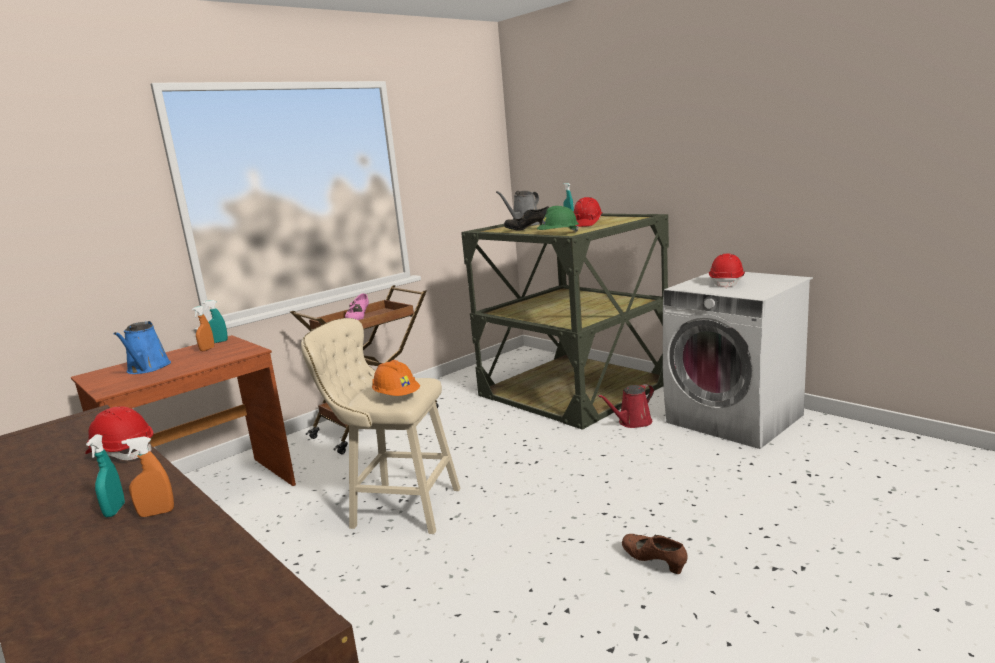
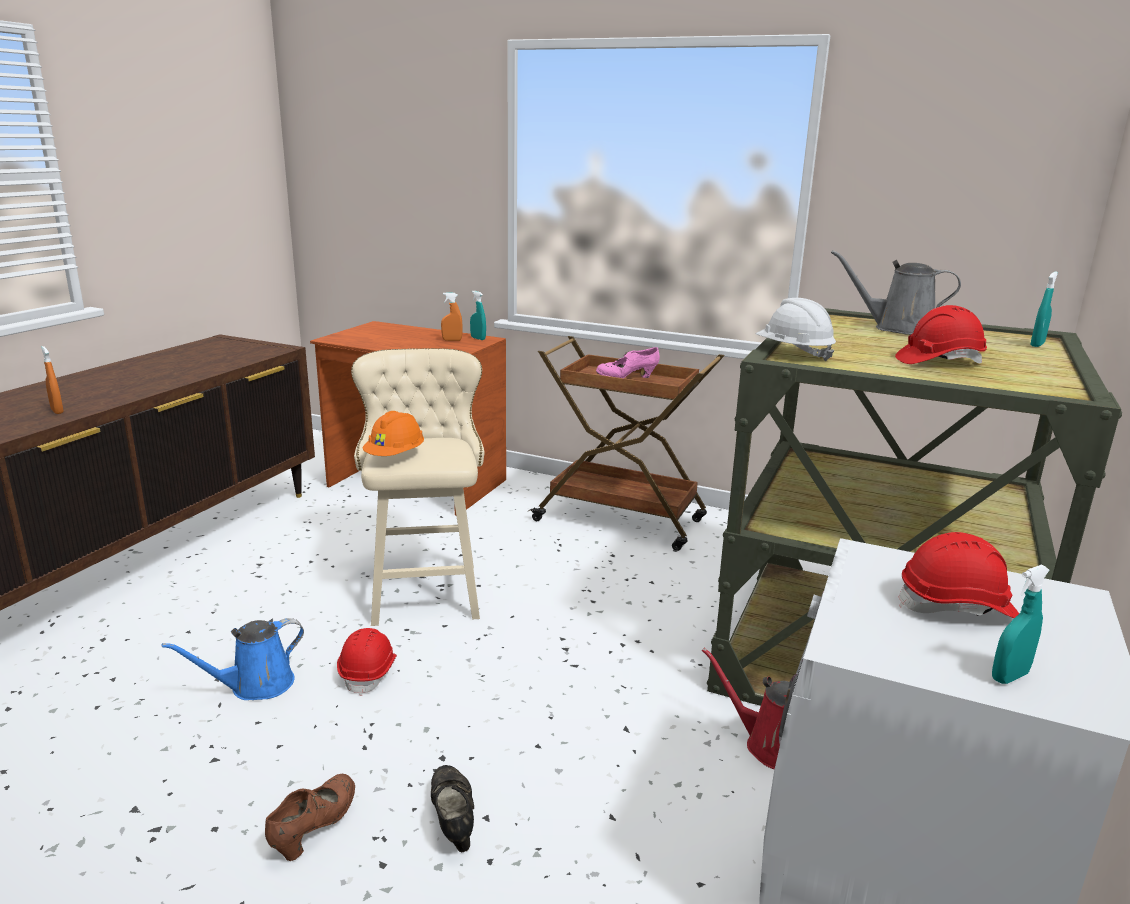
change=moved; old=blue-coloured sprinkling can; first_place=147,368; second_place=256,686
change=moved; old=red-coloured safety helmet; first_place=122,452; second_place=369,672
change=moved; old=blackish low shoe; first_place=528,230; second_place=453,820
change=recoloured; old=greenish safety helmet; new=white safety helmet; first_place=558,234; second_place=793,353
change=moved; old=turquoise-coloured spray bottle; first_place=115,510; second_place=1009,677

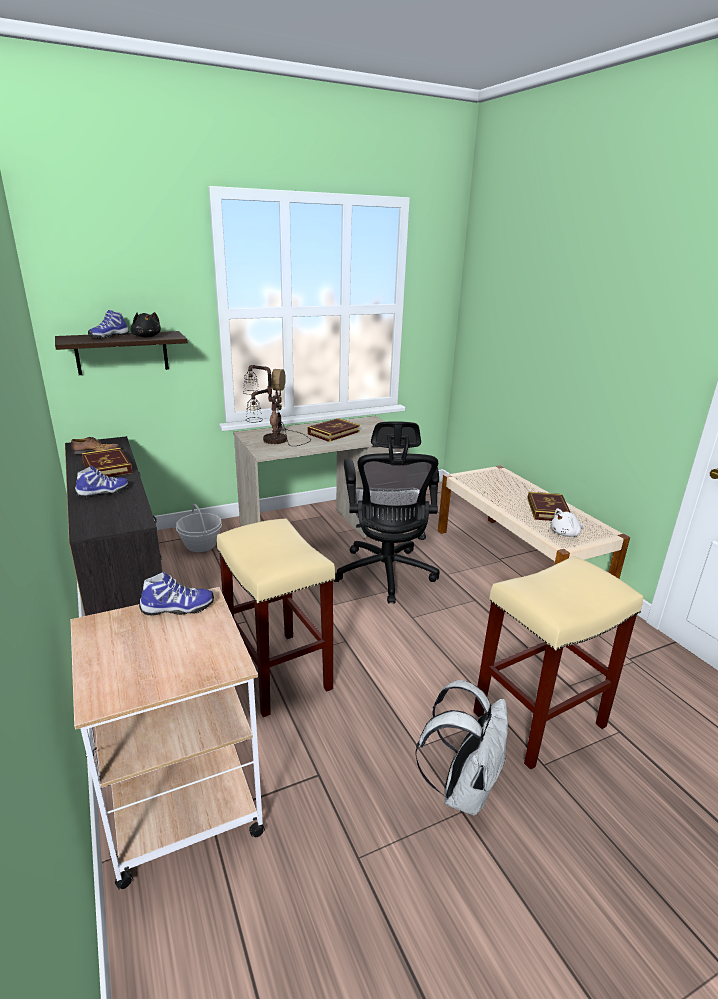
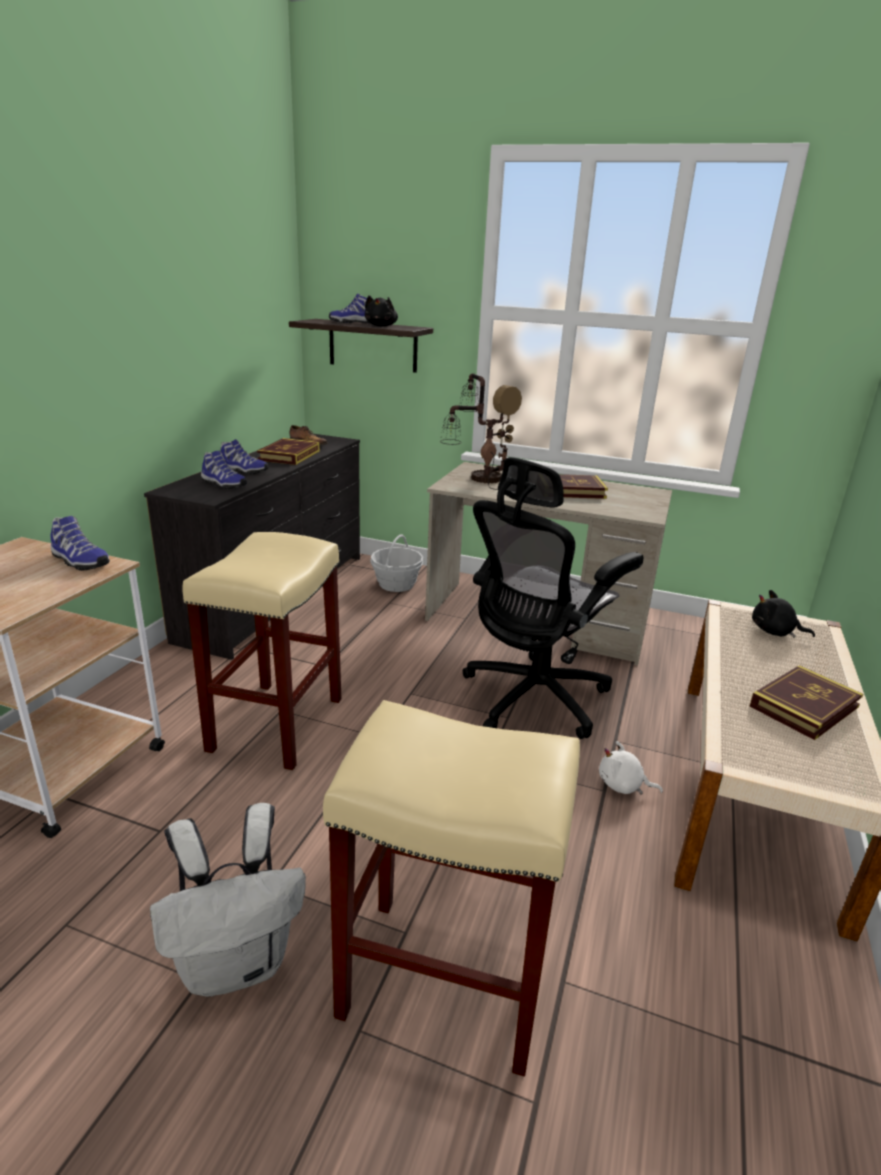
change=added; new=low shoe; second_place=222,484
change=moved; old=white cuddly toy; first_place=566,534; second_place=623,786
change=added; new=blackish cuddly toy; second_place=775,632

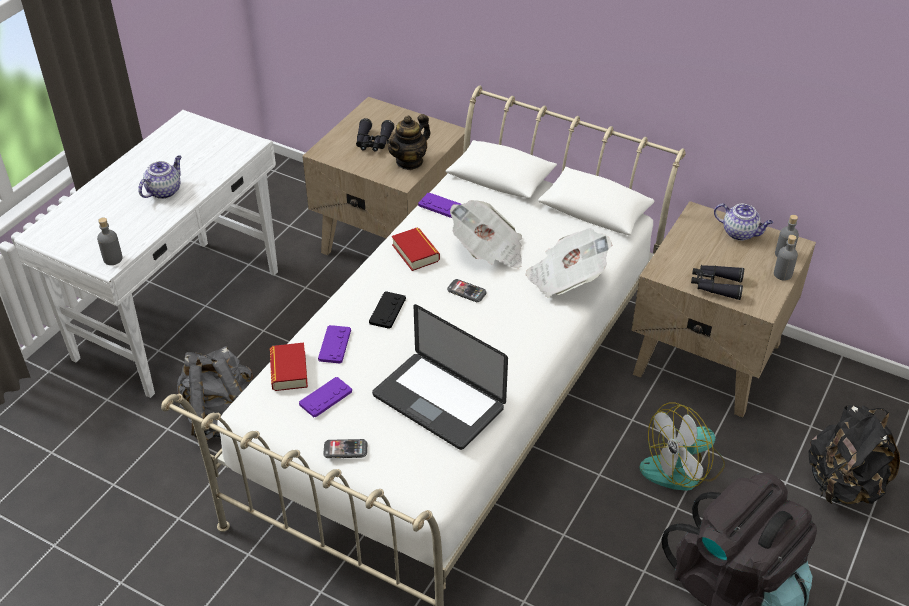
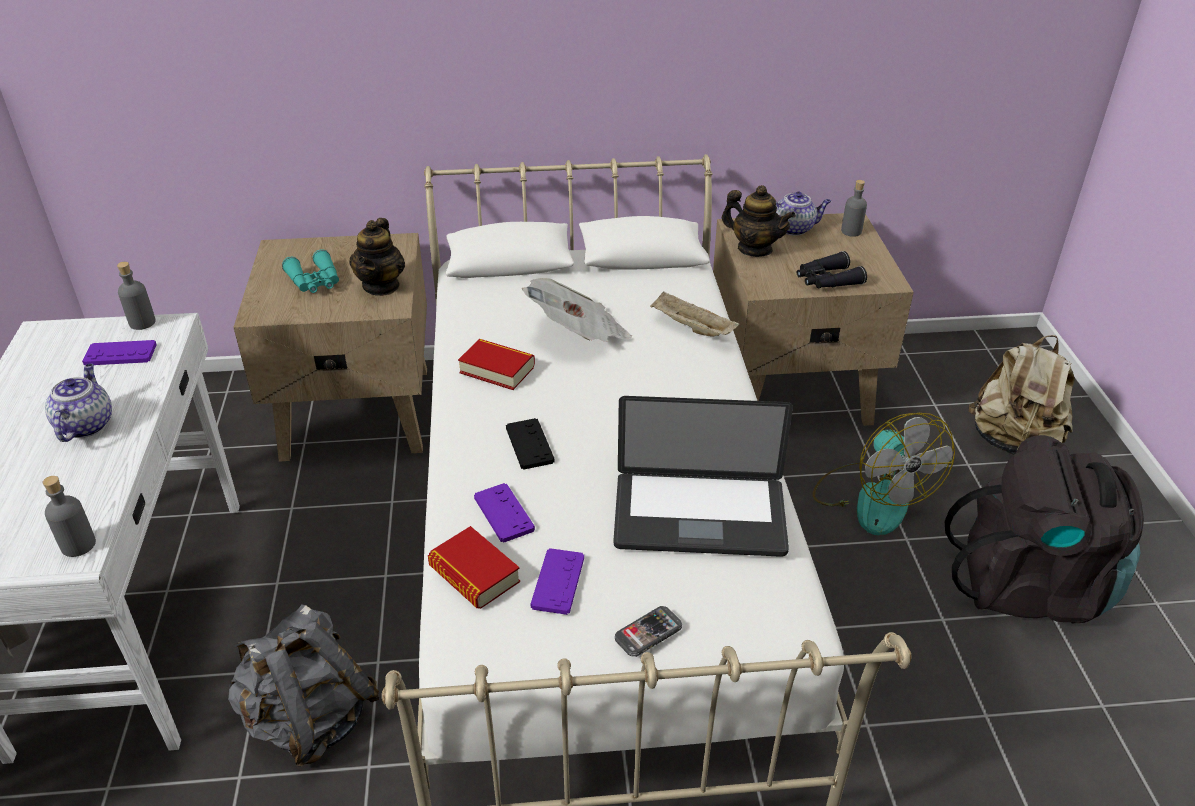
change=moved; old=purple-coloured gamepad; first_place=441,206; second_place=120,354
change=moved; old=grey beverage bottle; first_place=782,274; second_place=142,322
change=recoloured; old=blackish pair of binoculars; new=turquoise-coloured pair of binoculars; first_place=373,142; second_place=315,282
change=replaced; old=printed paper; new=sand-coloured carrying tray; first_place=566,278; second_place=691,328
change=added; new=pot for tea; second_place=754,249
change=turned; old=cooling fan; first_place=683,467; second_place=872,497; degrees=-45
change=recoloured; old=blackish rucksack; new=sand-coloured rucksack; first_place=843,485; second_place=1013,443
change=removed; old=telephone; first_place=466,291

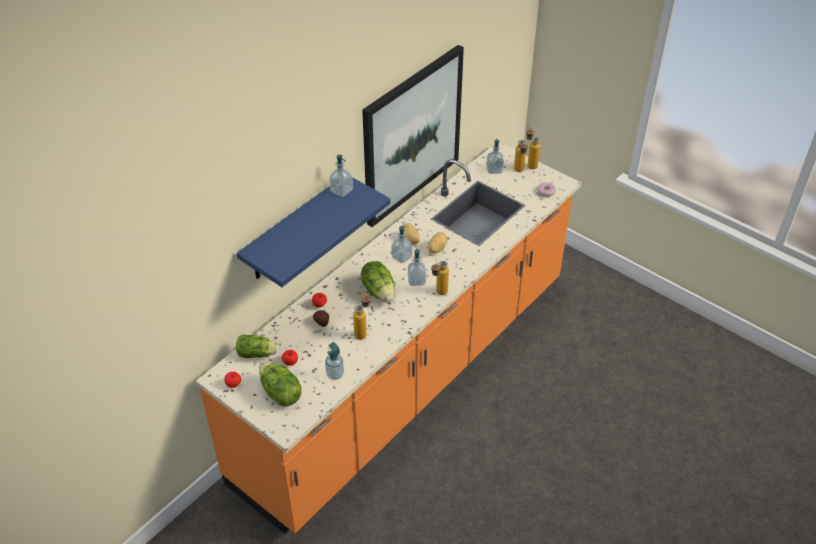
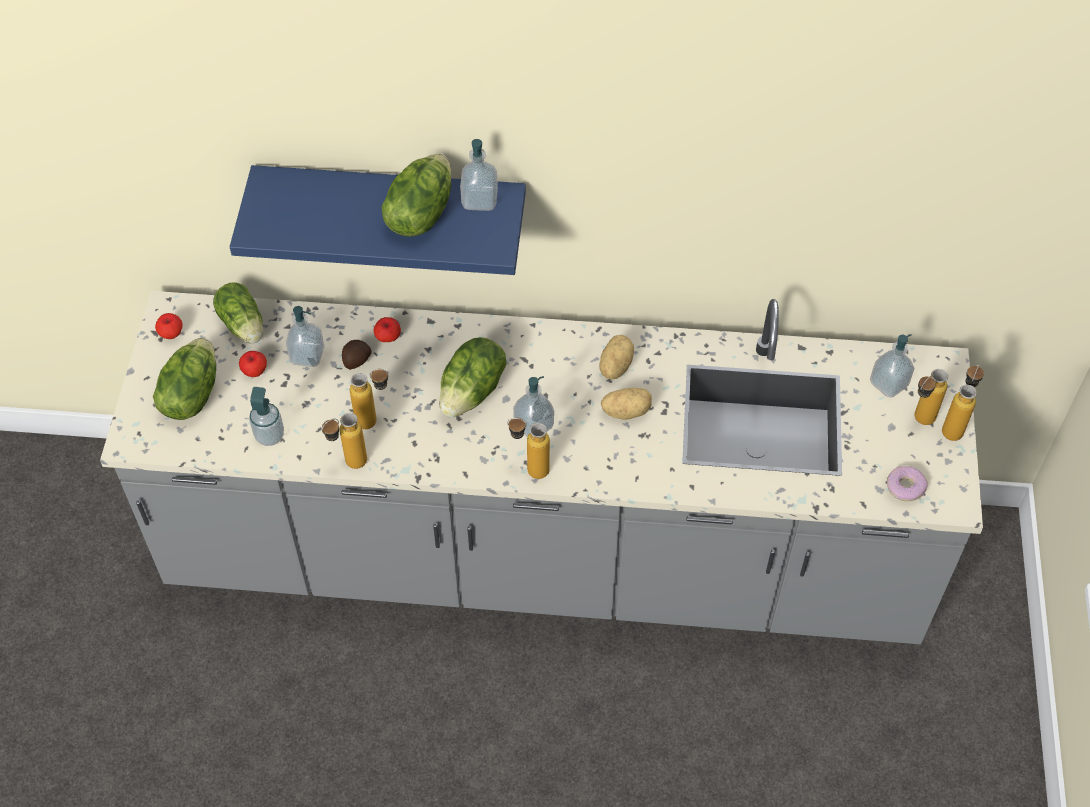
change=recoloured; old=orange kitchen counter; new=grey kitchen counter; first_place=408,378; second_place=545,558
change=moved; old=liquid soap bottle; first_place=401,257; second_place=307,355
change=added; new=beverage bottle; second_place=348,465
change=added; new=lettuce head; second_place=419,214
change=removed; old=wall art; first_place=412,135

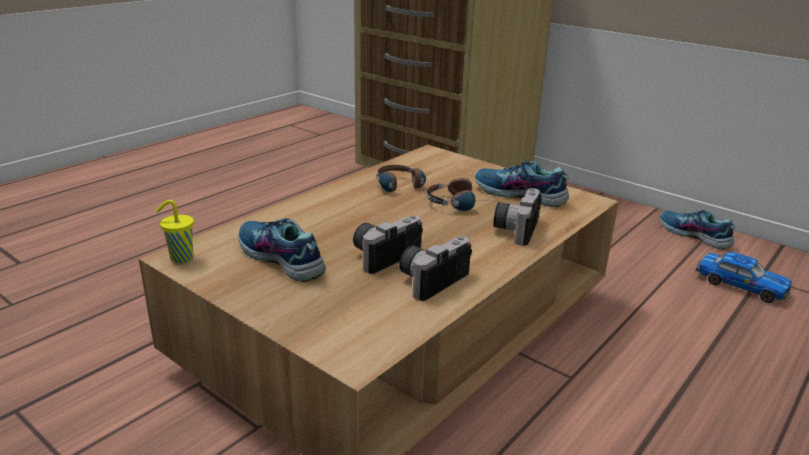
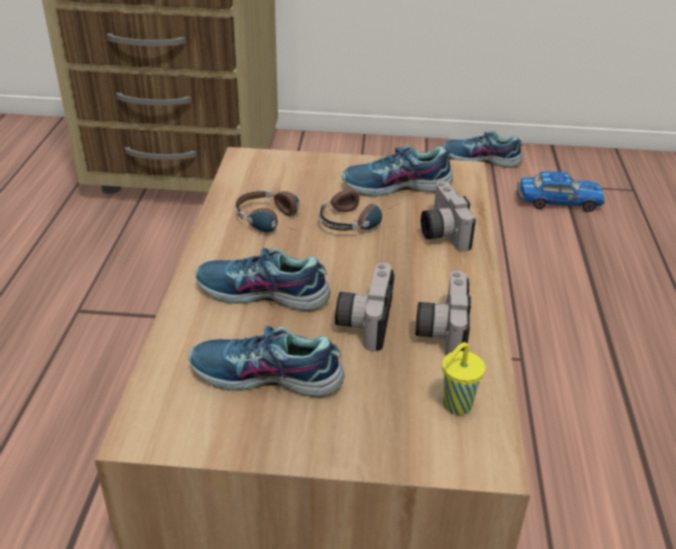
change=added; new=low shoe; second_place=262,294
change=moved; old=yellow-coloured drinking cup; first_place=180,258; second_place=455,406

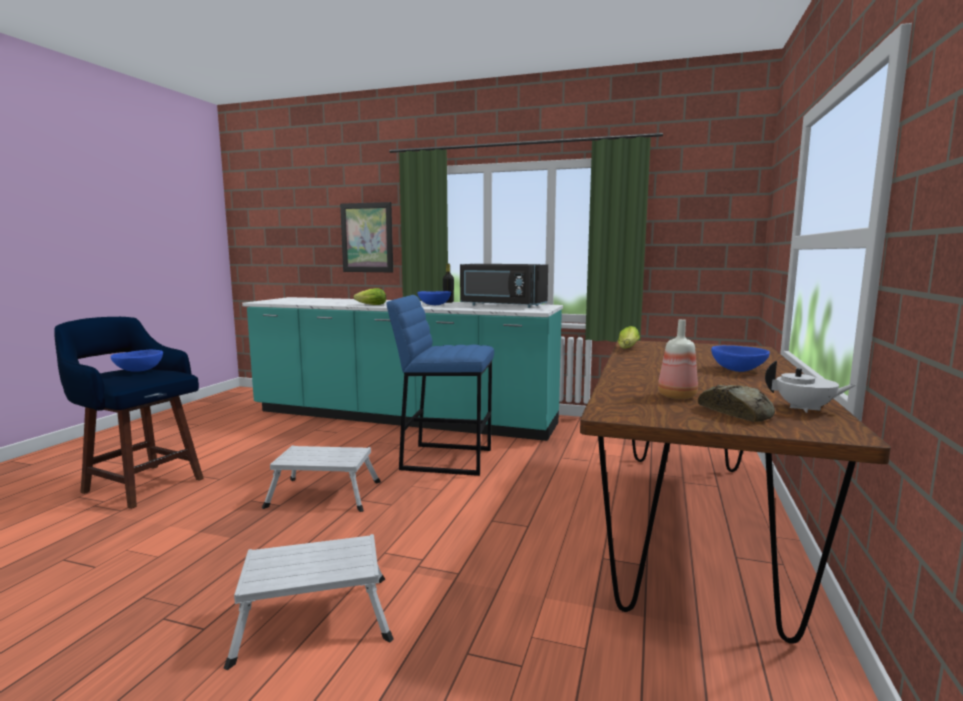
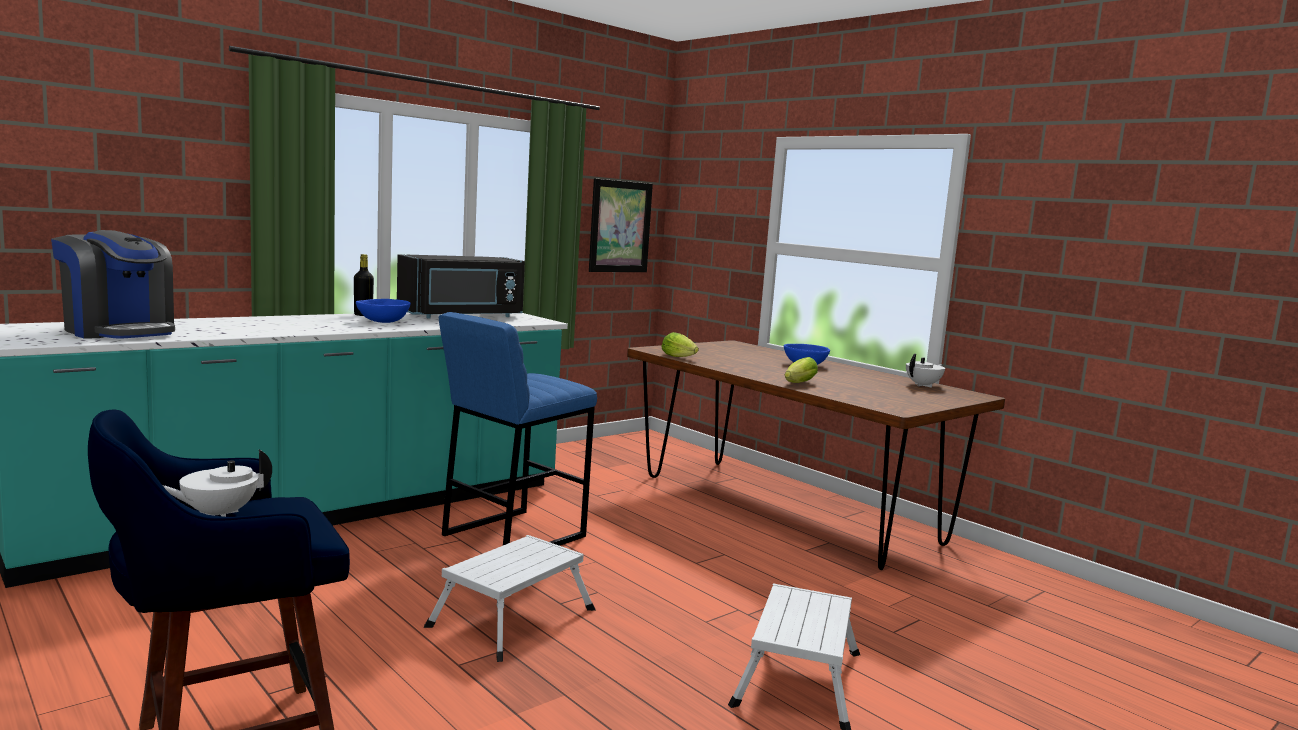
change=added; new=coffee brewer; second_place=119,331
change=replaced; old=blue-coloured deep dish; new=white pot for tea; first_place=138,370; second_place=218,514
change=moved; old=wall art; first_place=367,237; second_place=620,226
change=moved; old=lettuce head; first_place=370,305; second_place=797,384
change=removed; old=beverage bottle; first_place=676,396
change=removed; old=bakery bread; first_place=737,412

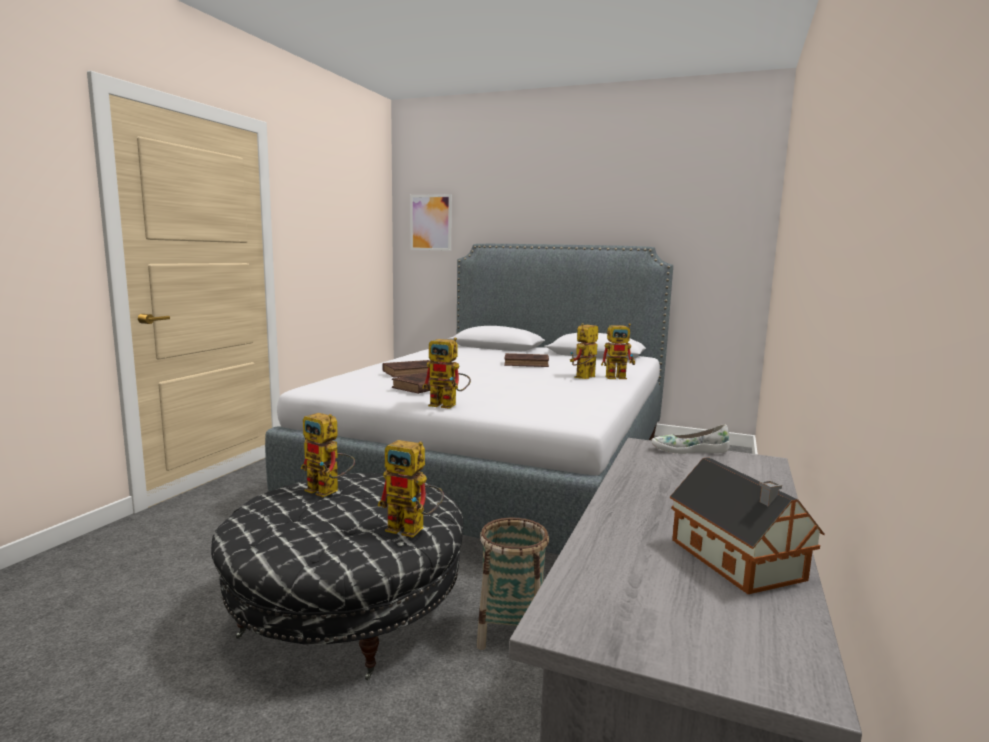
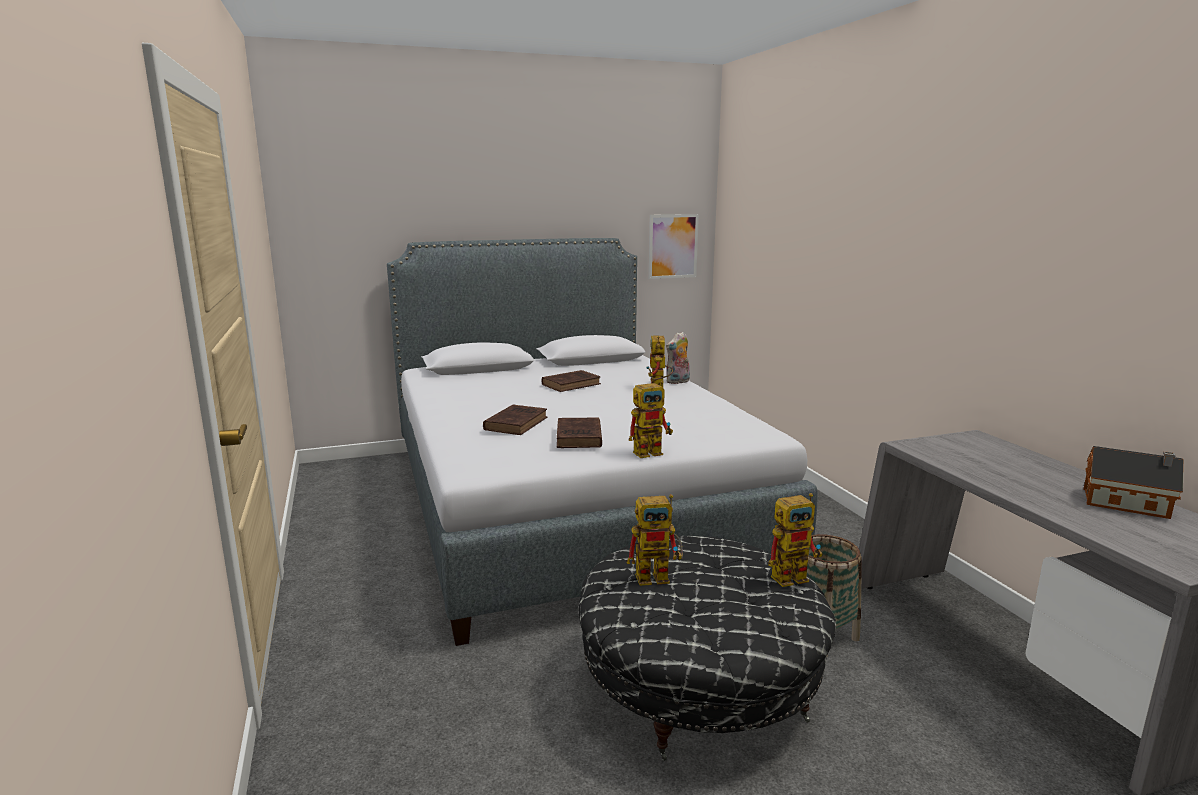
change=moved; old=wall art; first_place=430,222; second_place=673,246
change=replaced; old=model robot; new=cuddly toy; first_place=620,377; second_place=678,382
change=removed; old=white low shoe; first_place=689,450

